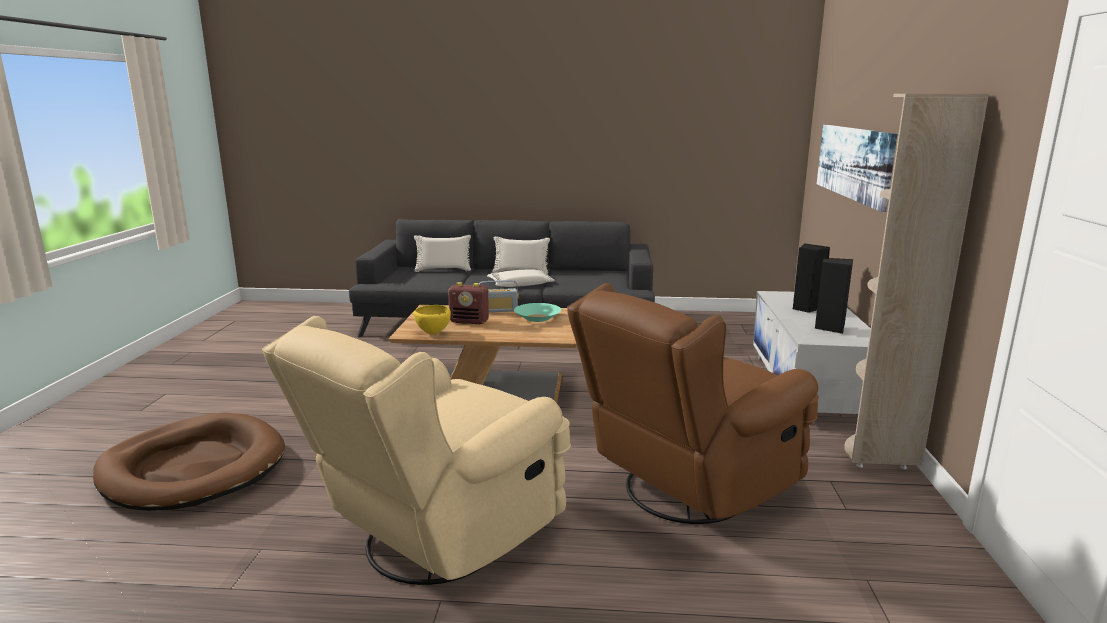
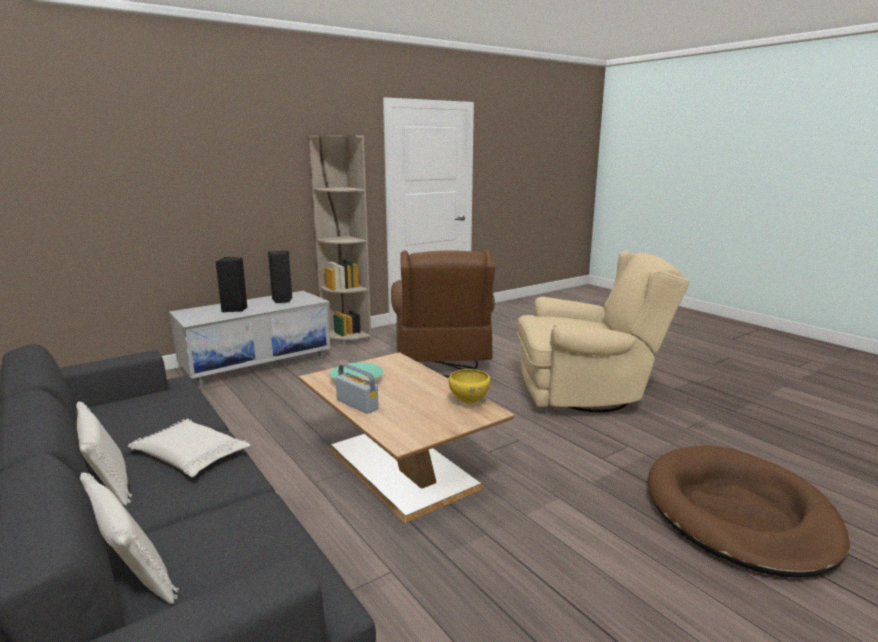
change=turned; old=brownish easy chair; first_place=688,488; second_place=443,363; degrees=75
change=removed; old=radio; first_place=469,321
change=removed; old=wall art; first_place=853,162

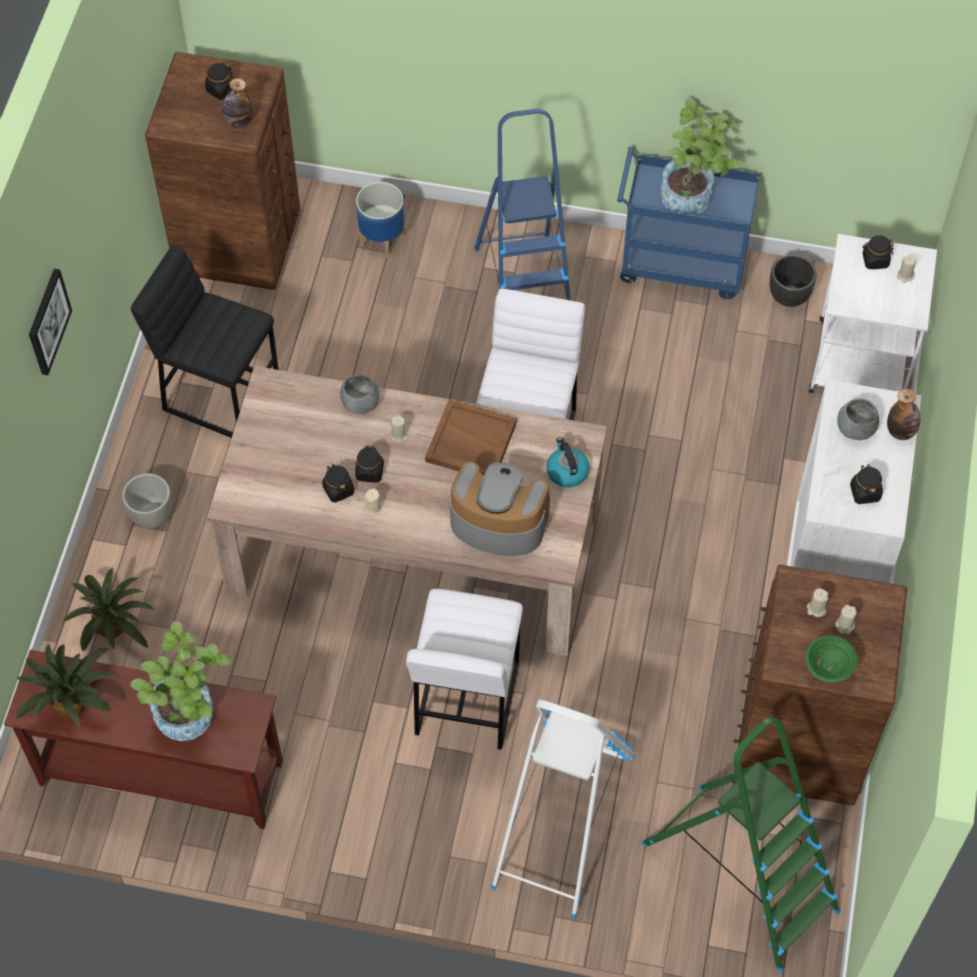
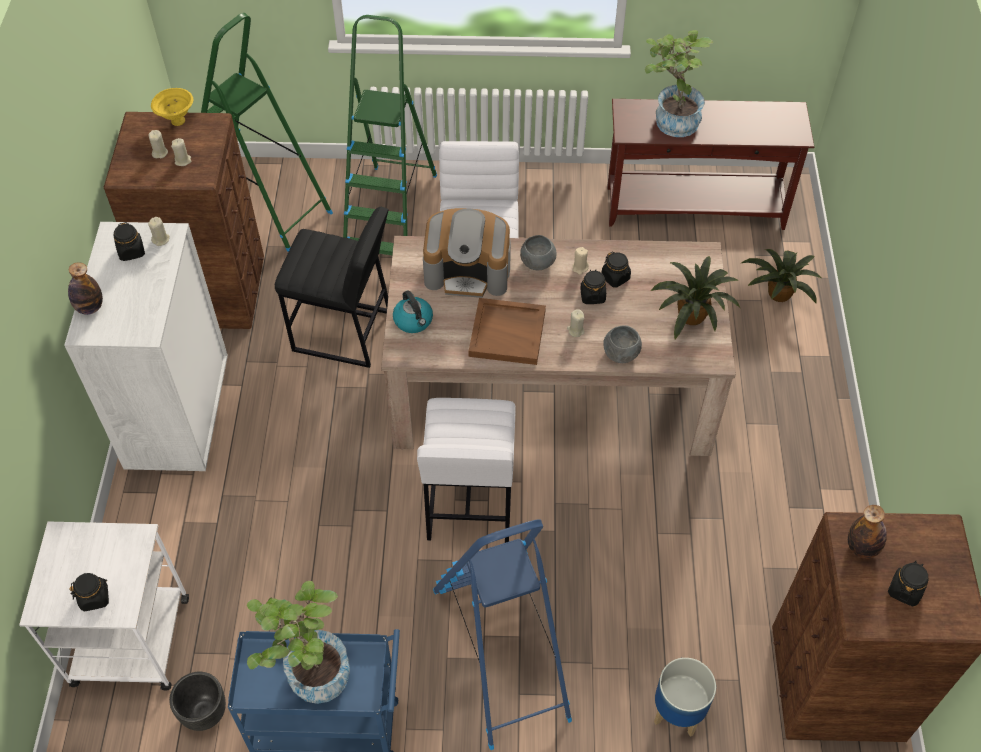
change=moved; old=sand-coloured wax light; first_place=905,276; second_place=161,239
change=recoloured; old=greenish deep dish; new=yellow-coloured deep dish; first_place=827,671; second_place=177,122
change=moved; old=blackish plain chair; first_place=218,394; second_place=345,332
change=recoloured; old=white step stool; new=greenish step stool; first_place=564,819; second_place=391,219
change=moved; old=grey deep dish; first_place=856,429; second_place=537,263
change=moved; old=potted plant; first_place=72,702; second_place=692,317
change=removed; old=wall art; first_place=47,321
change=removed; old=grey flower pot; first_place=151,515

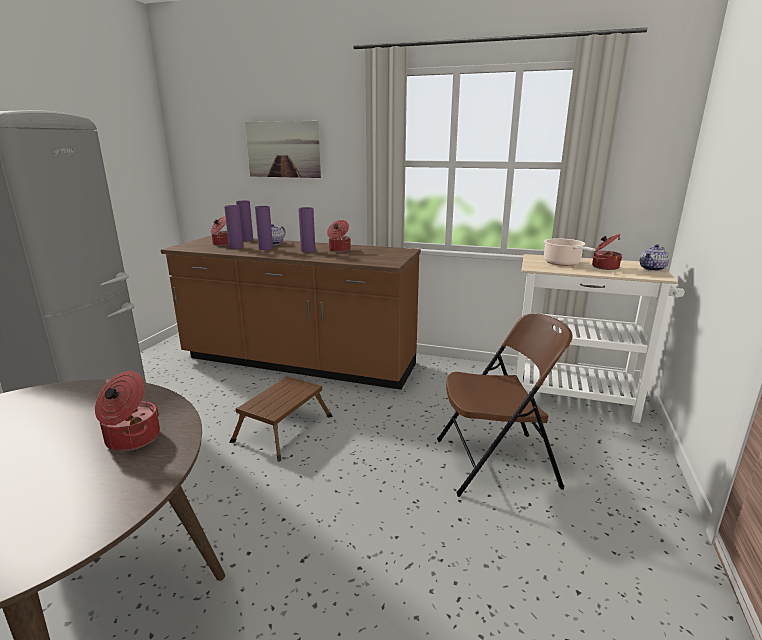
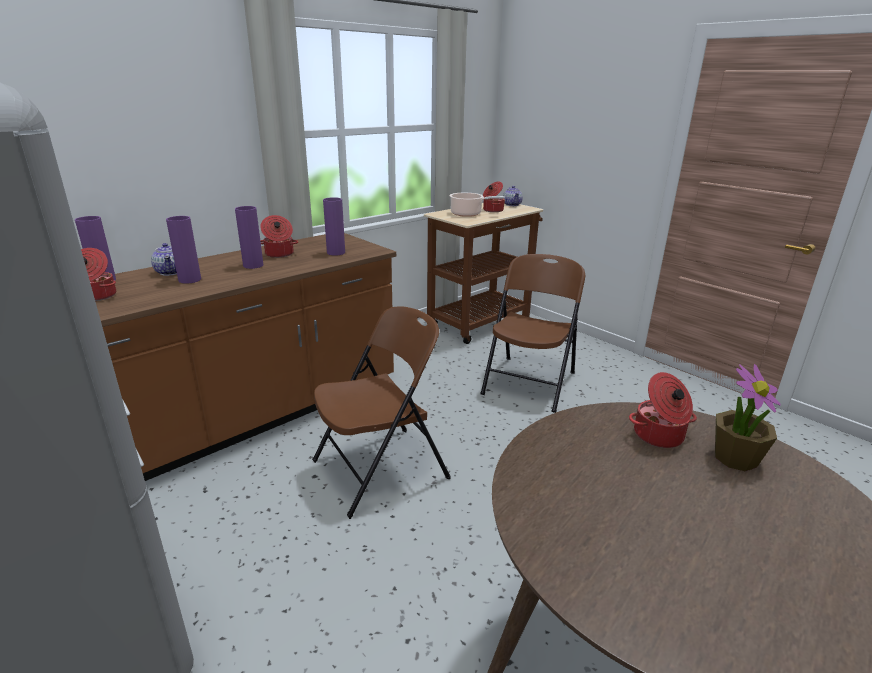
change=replaced; old=brownish step stool; new=brownish plain chair; first_place=283,429; second_place=380,469
change=moved; old=purple-coloured flower vase; first_place=236,247; second_place=336,252
change=recoloured; old=white cart; new=brownish cart; first_place=575,398; second_place=480,323
change=added; new=potted plant; second_place=735,458
change=removed; old=wall art; first_place=283,149

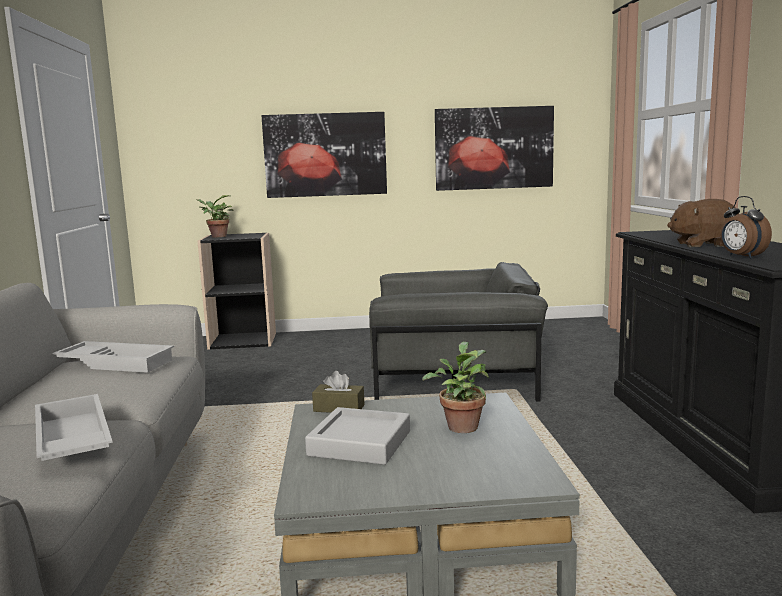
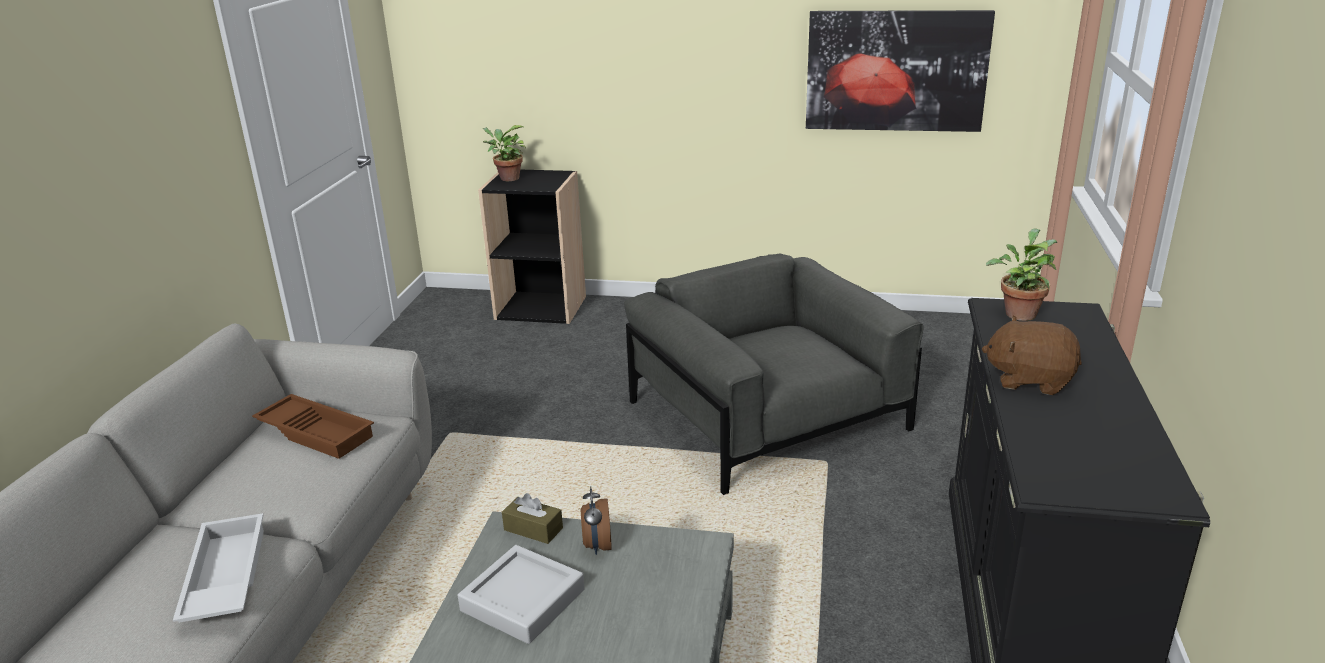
change=recoloured; old=white carrying tray; new=brownish carrying tray; first_place=117,363; second_place=317,432
change=moved; old=bedside clock; first_place=741,257; second_place=597,545
change=turned; old=grey easy chair; first_place=453,373; second_place=766,415; degrees=-135
change=moved; old=potted plant; first_place=461,425; second_place=1019,312
change=removed; old=wall art; first_place=325,155

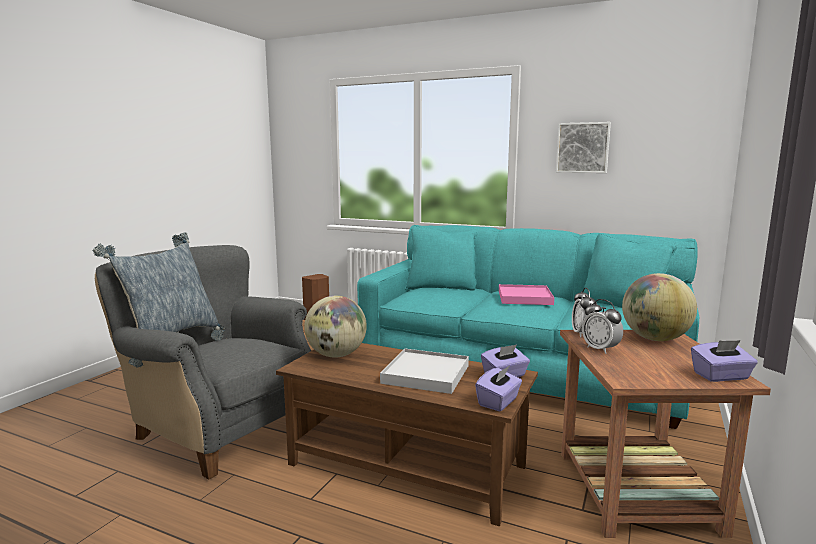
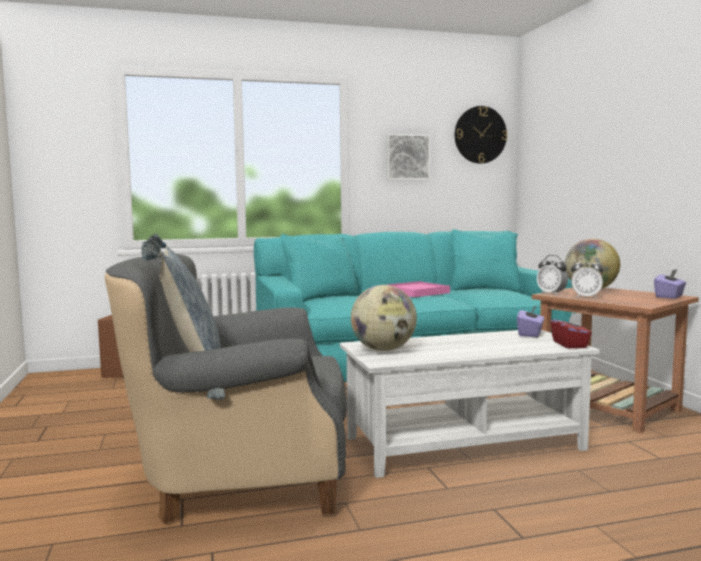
change=recoloured; old=brownish lounge table; new=white lounge table; first_place=407,465; second_place=464,443
change=added; new=clock on the wall; second_place=480,135
change=recoloured; old=purple-coloured tissue holder; new=red-coloured tissue holder; first_place=498,402; second_place=570,345
change=removed; old=white carrying tray; first_place=426,374

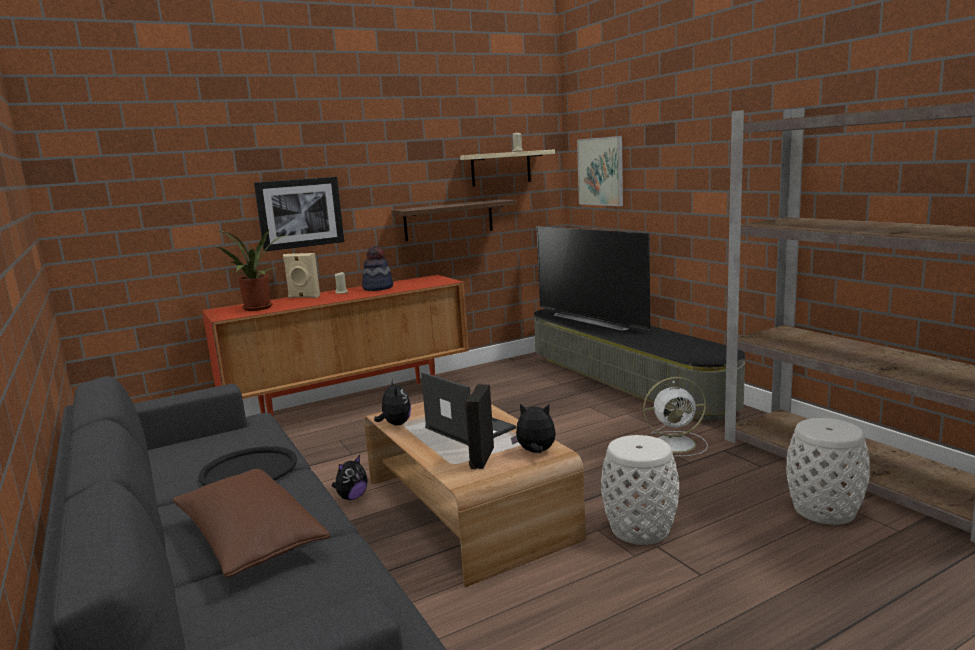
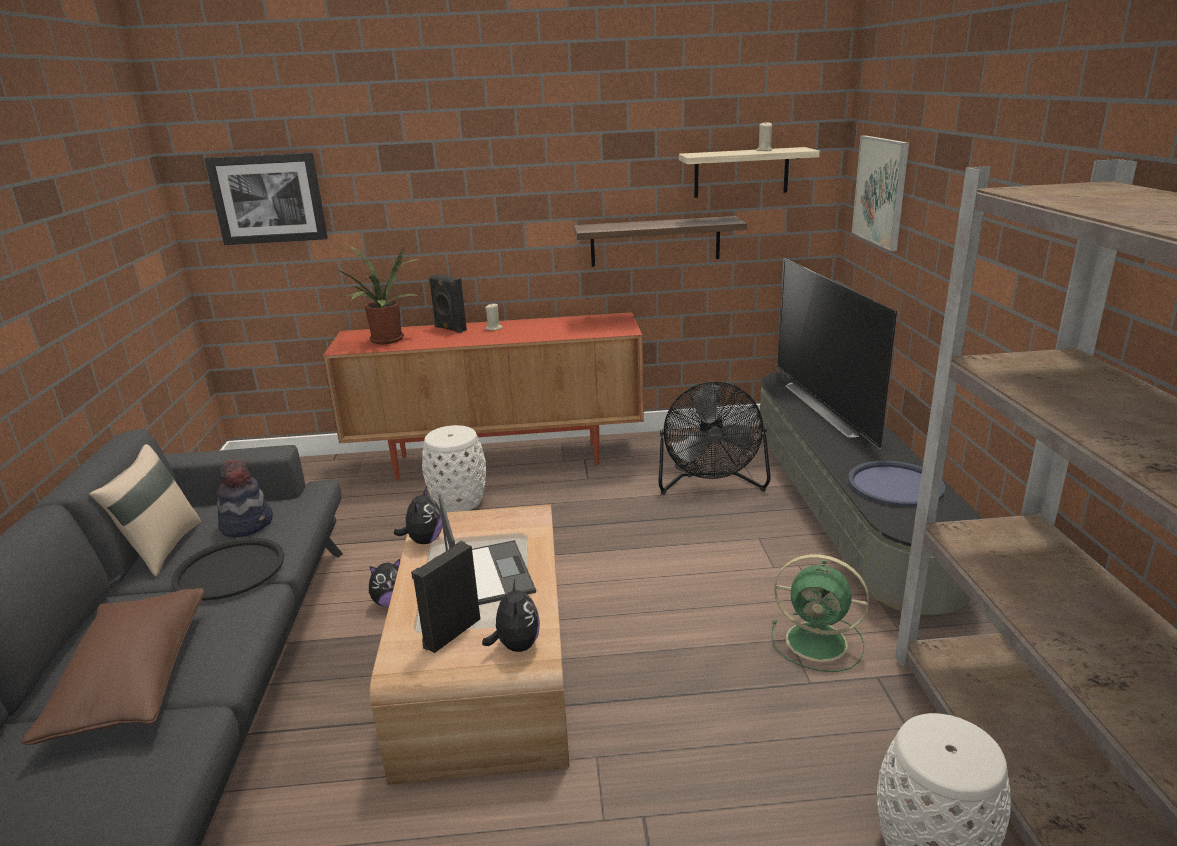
change=added; new=sand-coloured throw pillow; second_place=161,549
change=moved; old=wall art; first_place=300,213; second_place=268,199
change=moved; old=clothing hat; first_place=378,288; second_place=247,524
change=moved; old=white stool seat; first_place=640,530; second_place=458,501
change=recoloured; old=sand-coloured speaker; new=blackish speaker; first_place=303,297; second_place=449,329
change=turned; old=cuddly toy; first_place=536,452; second_place=516,645; degrees=45
change=added; new=blackish cooling fan; second_place=706,482
change=recoloured; old=white cooling fan; new=greenish cooling fan; first_place=676,444; second_place=819,642
change=added; new=blue-coloured carrying tray; second_place=895,484

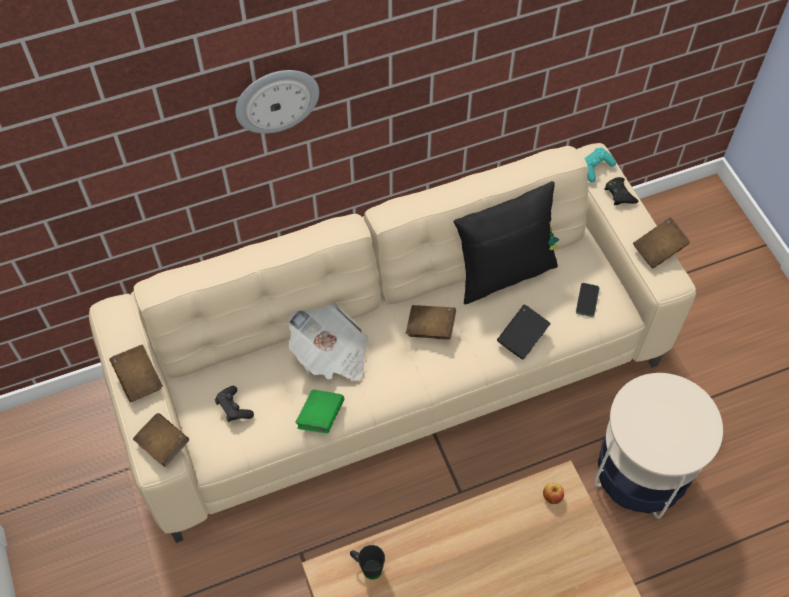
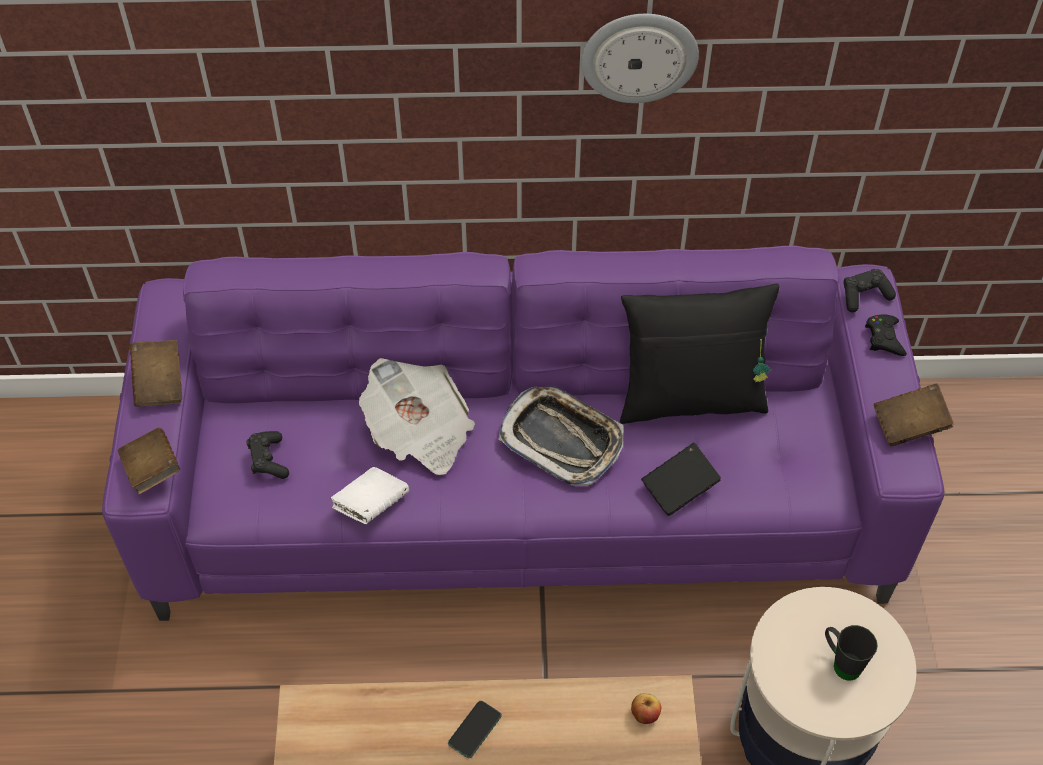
change=recoloured; old=sand-coloured sofa; new=purple-coloured sofa; first_place=394,373; second_place=522,501
change=recoloured; old=greenish bound book; new=white bound book; first_place=320,417; second_place=371,505
change=moved; old=telephone; first_place=587,300; second_place=474,729
change=replaced; old=brownish bound book; new=carrying tray; first_place=430,328; second_place=561,439
change=moved; old=clock on the wall; first_place=276,100; second_place=639,56
change=moved; old=blackish coffee mug; first_place=367,567; second_place=841,662
change=recoloured; old=turquoise-coloured gamepad; new=blackish gamepad; first_place=595,168; second_place=864,296

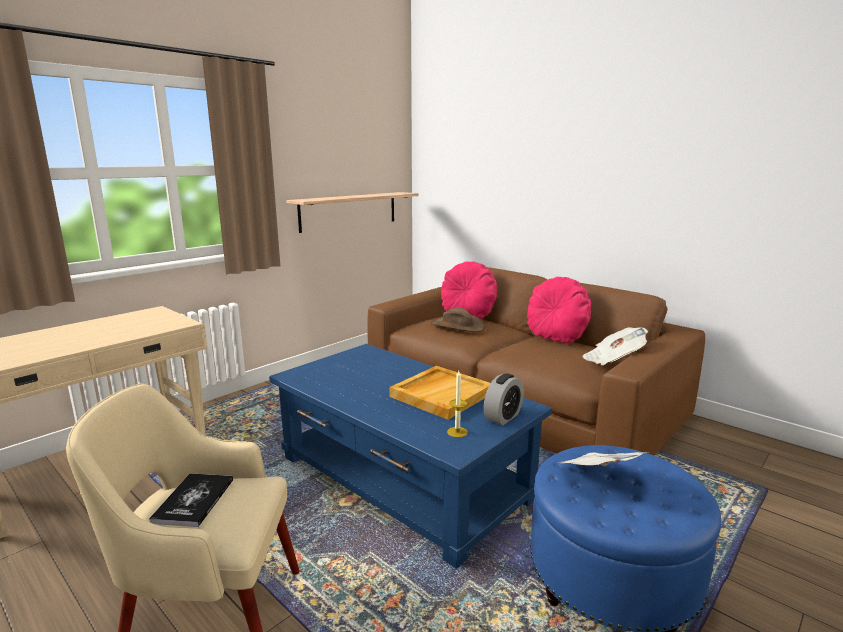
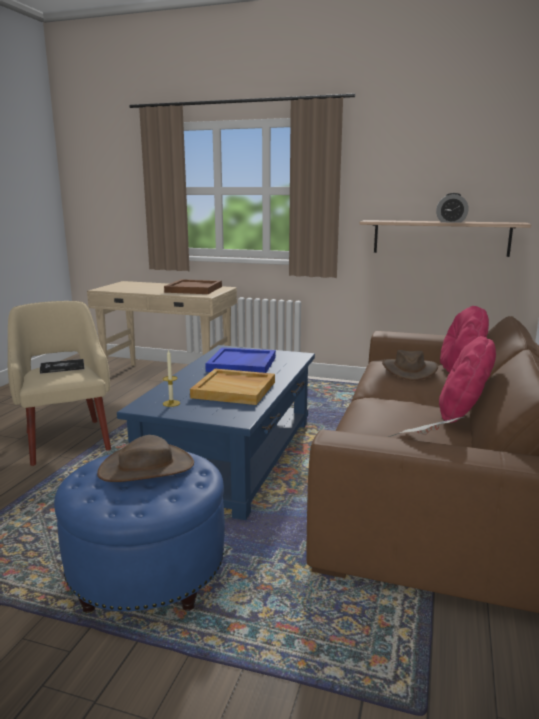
change=replaced; old=printed paper; new=brownish clothing hat; first_place=599,477; second_place=146,467
change=added; new=brownish carrying tray; second_place=193,289
change=added; new=blue-coloured carrying tray; second_place=242,364
change=moved; old=bedside clock; first_place=503,417; second_place=450,222

